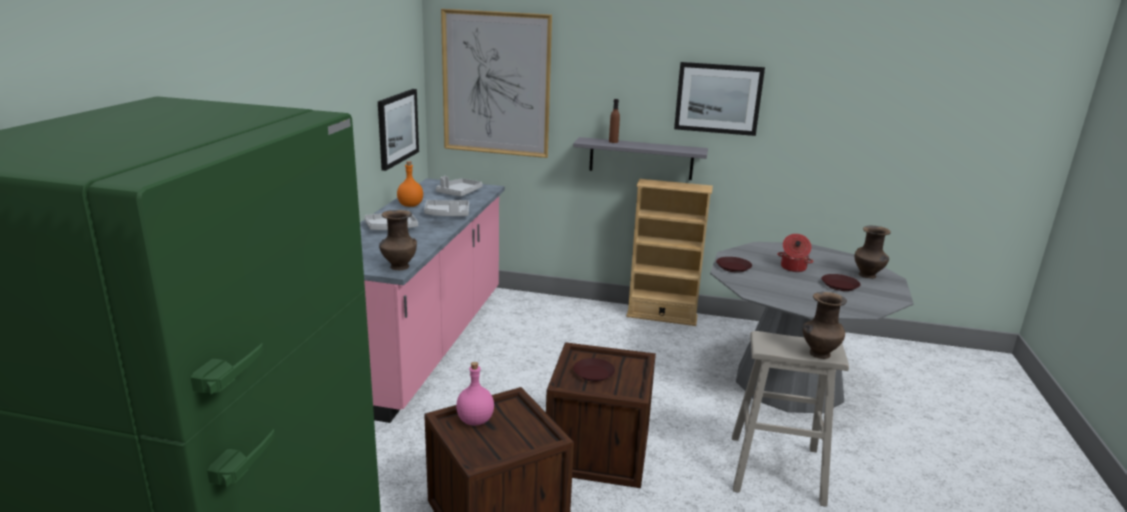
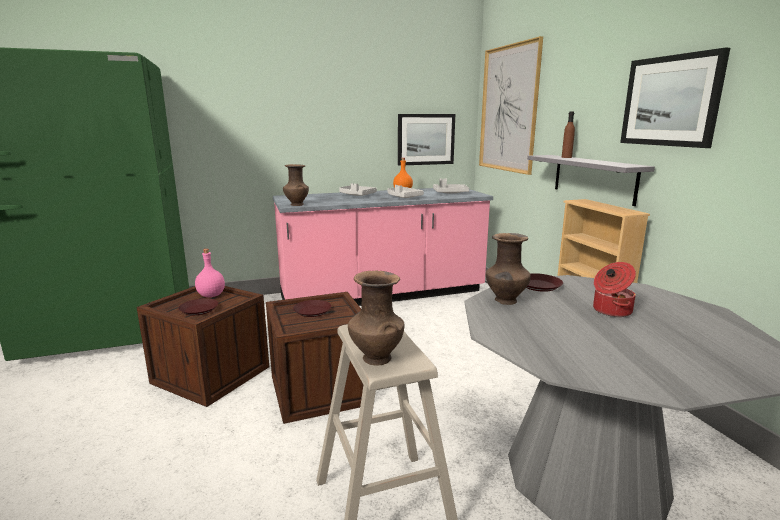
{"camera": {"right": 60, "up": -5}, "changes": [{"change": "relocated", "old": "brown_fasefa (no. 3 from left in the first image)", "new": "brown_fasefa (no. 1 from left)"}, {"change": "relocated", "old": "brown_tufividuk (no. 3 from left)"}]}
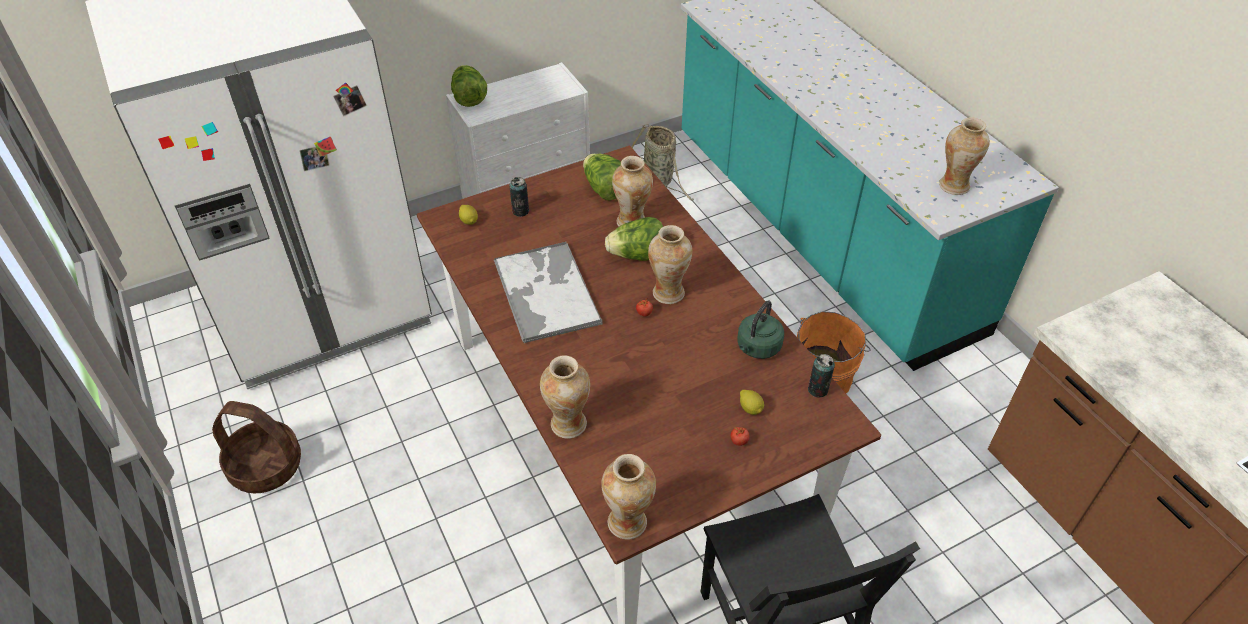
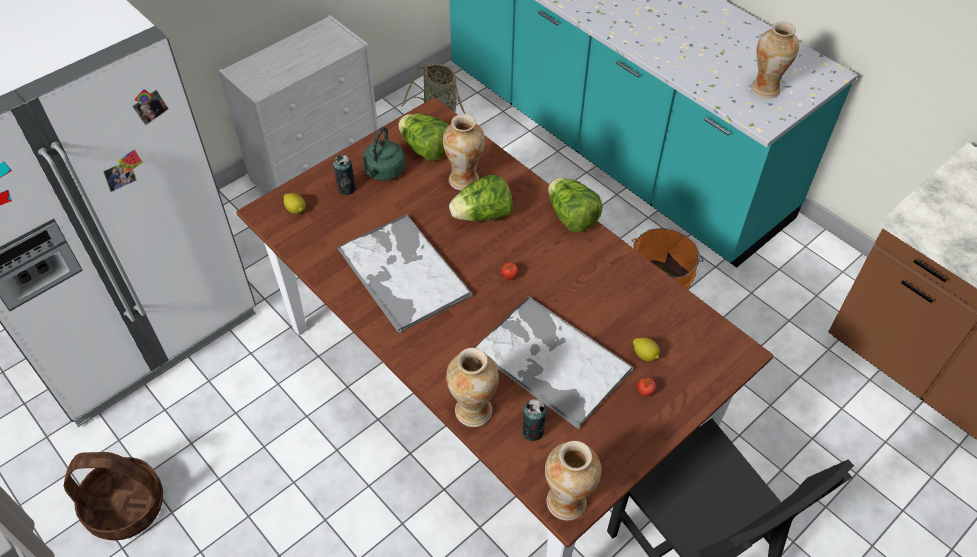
{"camera": {"right": -15, "up": 5}, "changes": [{"change": "relocated", "old": "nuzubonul (no. 1 from left in the first image)", "new": "nuzubonul (no. 3 from left)"}, {"change": "missing", "old": "tufividuk (no. 4 from left)"}, {"change": "relocated", "old": "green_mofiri"}, {"change": "relocated", "old": "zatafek (no. 2 from left)"}, {"change": "appeared", "new": "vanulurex (no. 2 from left)"}]}
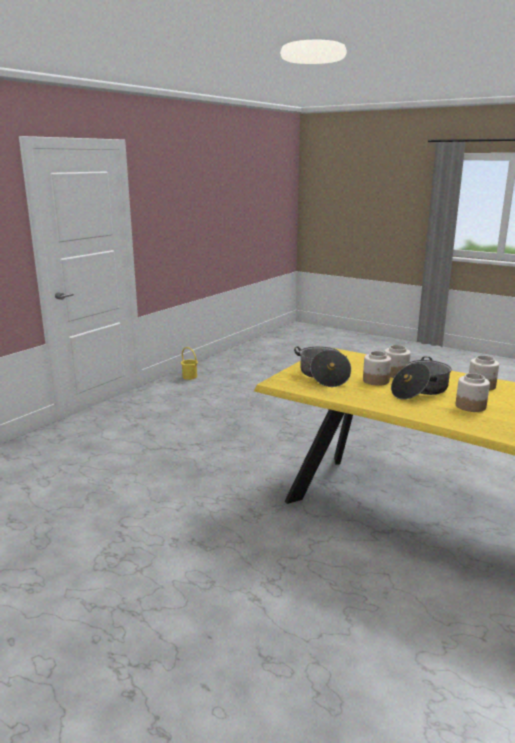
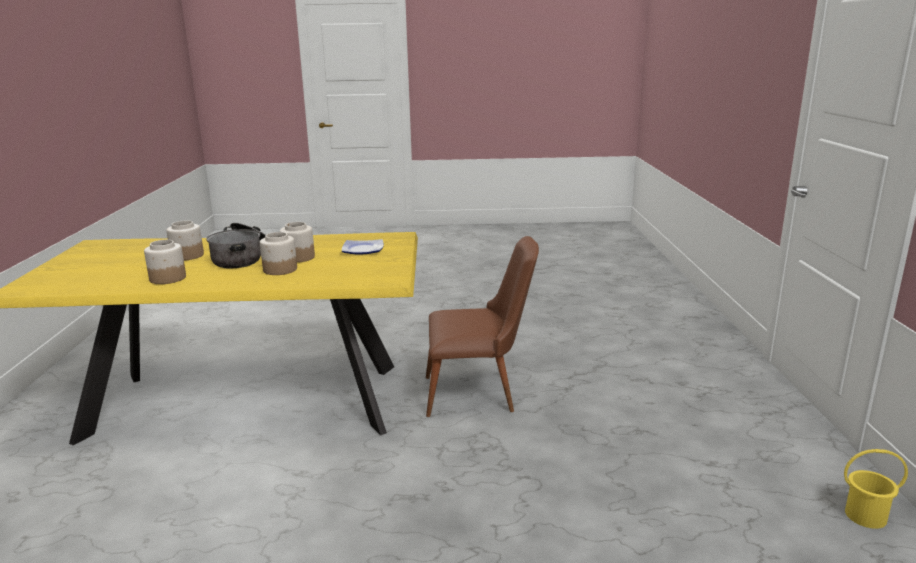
{"camera": {"right": 145, "up": 0}, "changes": [{"change": "exchanged", "old": "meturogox (no. 1 from left)", "new": "fasefa"}, {"change": "appeared", "new": "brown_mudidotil"}]}
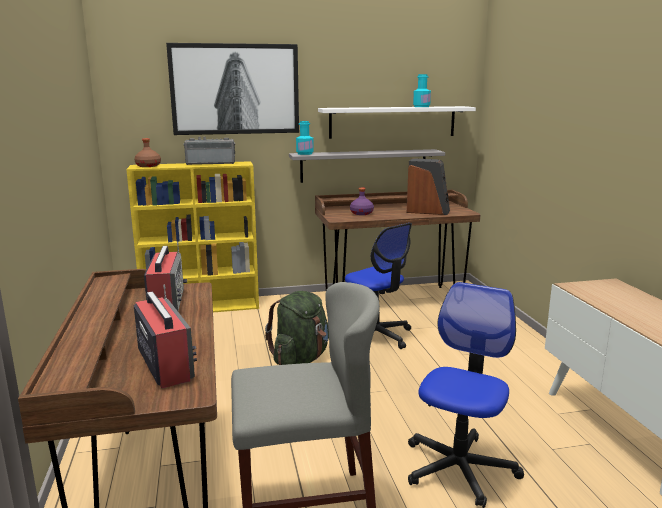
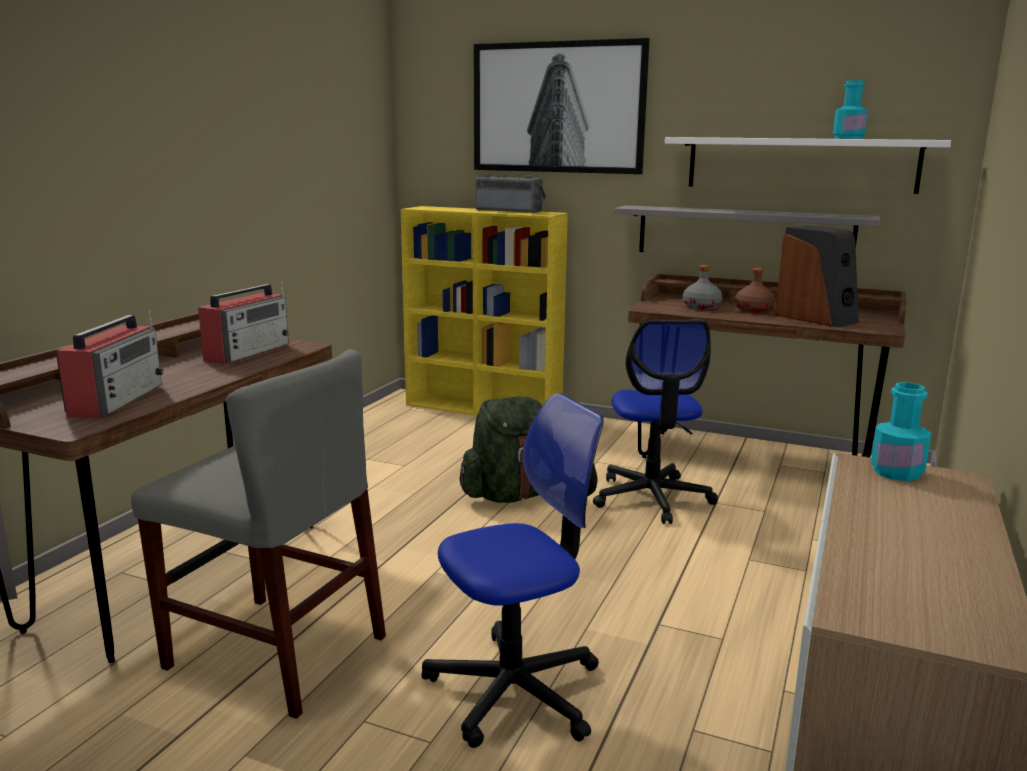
{"camera": {"right": 35, "up": 0}, "changes": [{"change": "relocated", "old": "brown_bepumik"}, {"change": "relocated", "old": "turquoise_bepumik (no. 1 from left in the first image)", "new": "turquoise_bepumik (no. 2 from left)"}, {"change": "colour", "old": "purple_bepumik", "new": "grey_bepumik"}]}
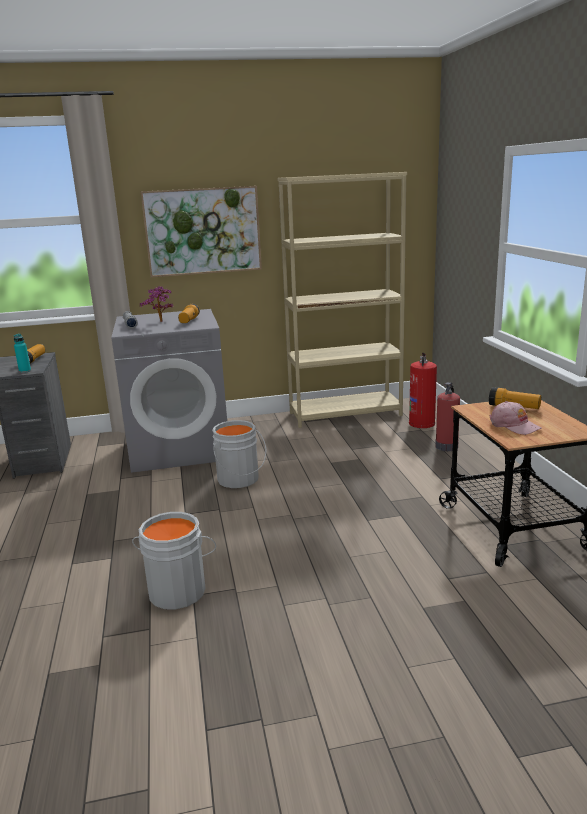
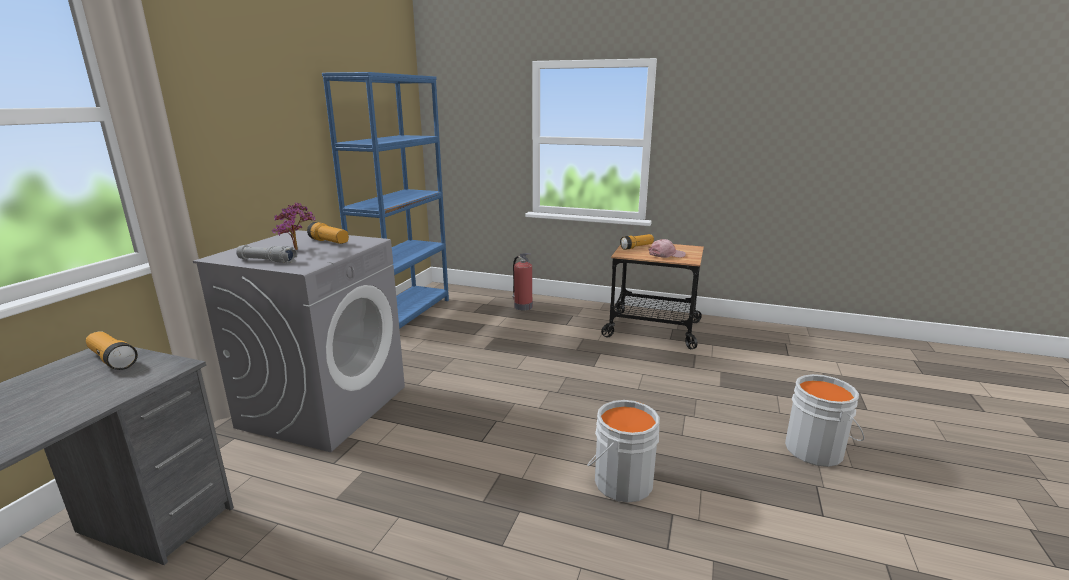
{"camera": {"right": -60, "up": 0}, "changes": [{"change": "missing", "old": "turquoise_bepumik"}, {"change": "missing", "old": "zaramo"}, {"change": "relocated", "old": "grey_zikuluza (no. 2 from left)"}, {"change": "colour", "old": "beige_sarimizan", "new": "blue_sarimizan"}, {"change": "missing", "old": "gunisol (no. 1 from left)"}]}
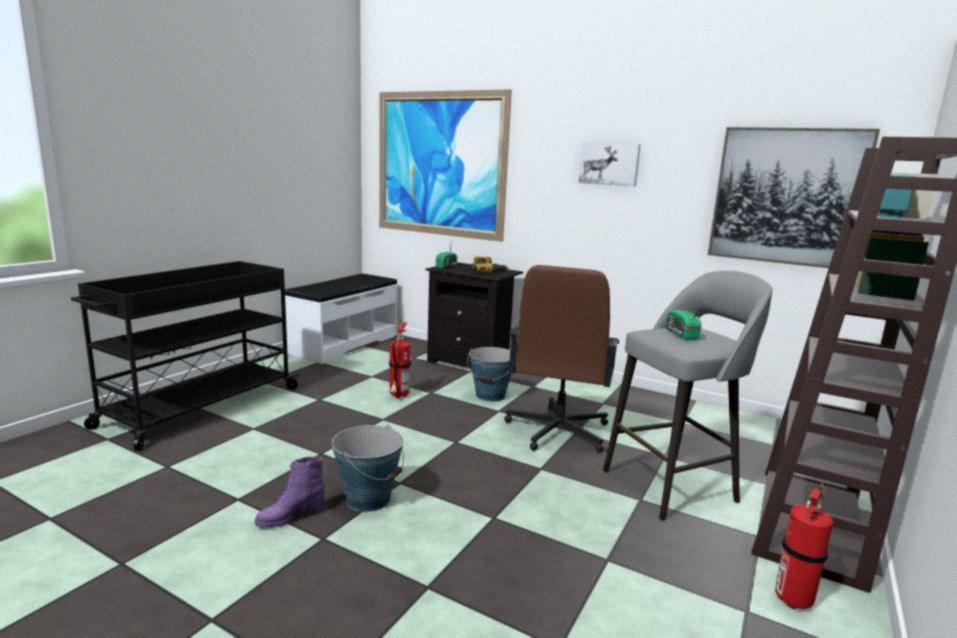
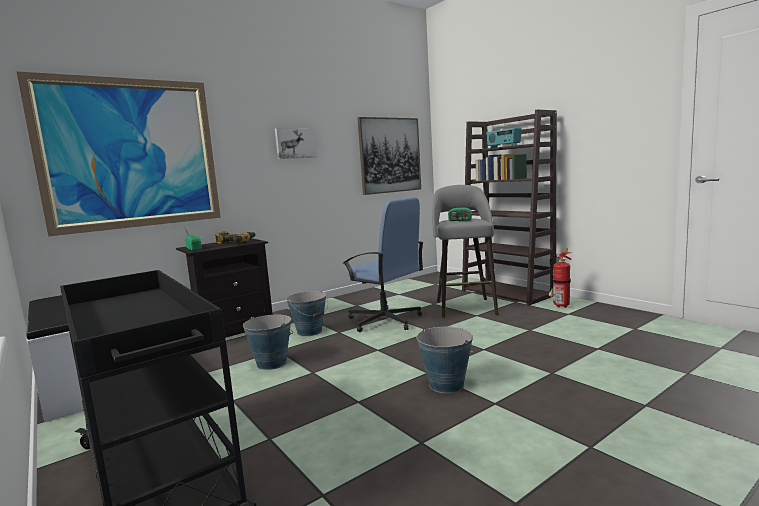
{"camera": {"right": -65, "up": -5}, "changes": [{"change": "missing", "old": "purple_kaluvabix"}, {"change": "exchanged", "old": "gunisol (no. 1 from left)", "new": "zikuluza (no. 1 from left)"}, {"change": "colour", "old": "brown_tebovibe", "new": "blue_tebovibe"}]}
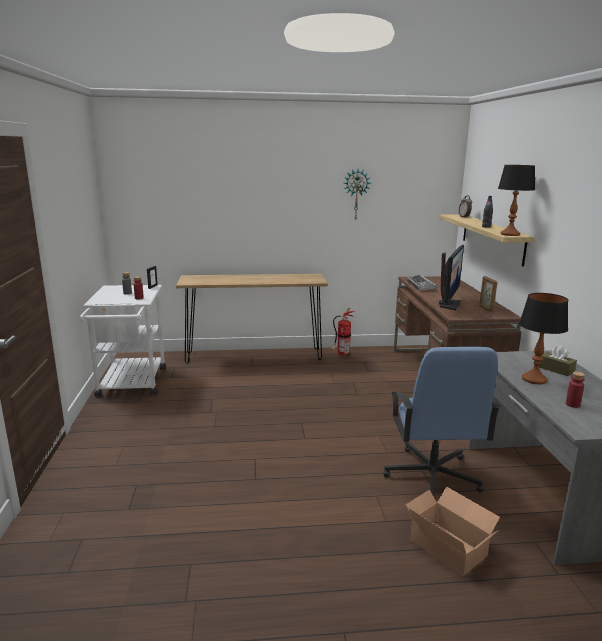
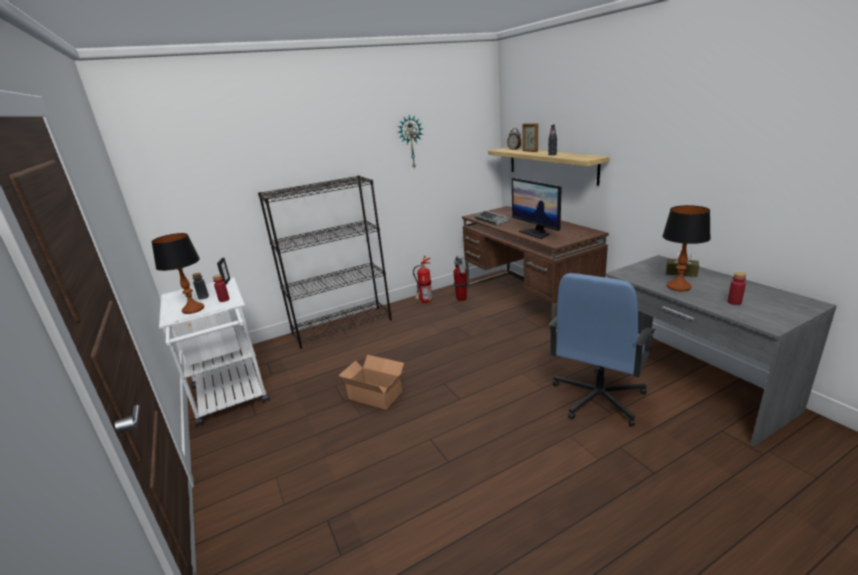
{"camera": {"right": -20, "up": 5}, "changes": [{"change": "exchanged", "old": "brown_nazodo", "new": "black_sarimizan"}, {"change": "spun", "old": "blue_tebovibe", "degrees": 60}, {"change": "relocated", "old": "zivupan"}, {"change": "spun", "old": "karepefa", "degrees": 150}, {"change": "relocated", "old": "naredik (no. 2 from left)"}, {"change": "relocated", "old": "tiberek (no. 1 from left)"}, {"change": "appeared", "new": "gunisol (no. 2 from left)"}]}
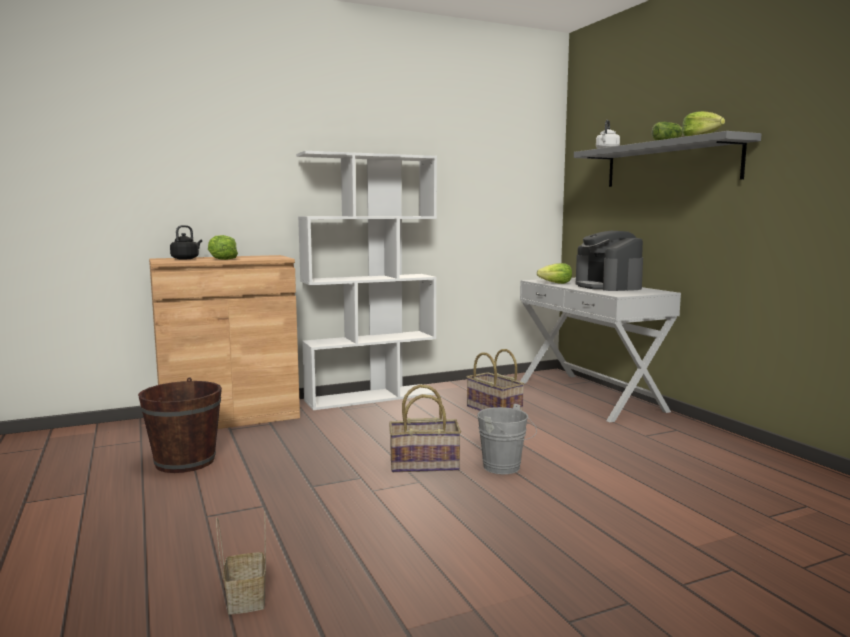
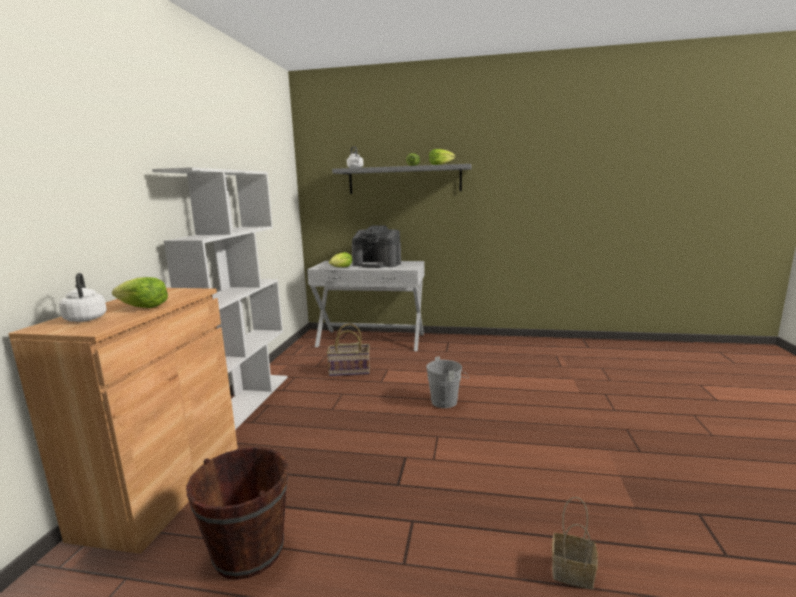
{"camera": {"right": -55, "up": 5}, "changes": [{"change": "colour", "old": "black_mofiri", "new": "white_mofiri (no. 1 from left)"}, {"change": "missing", "old": "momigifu (no. 2 from left)"}]}
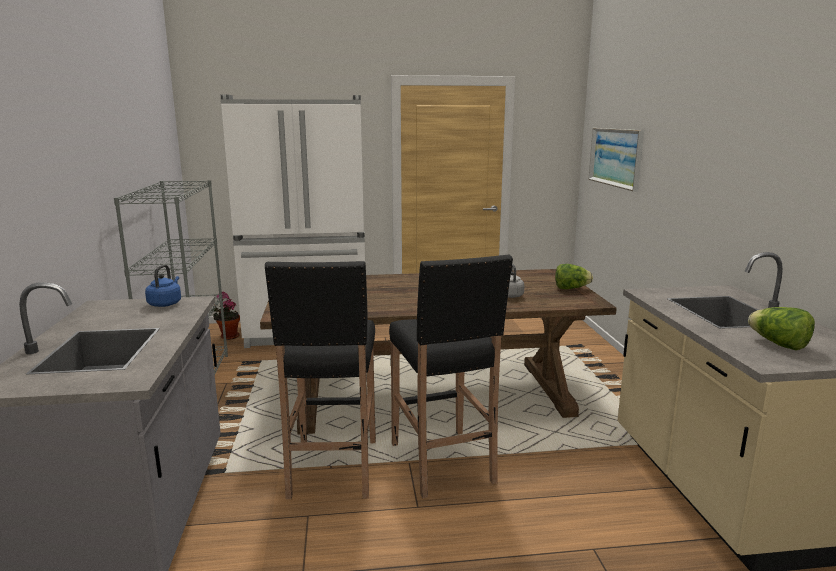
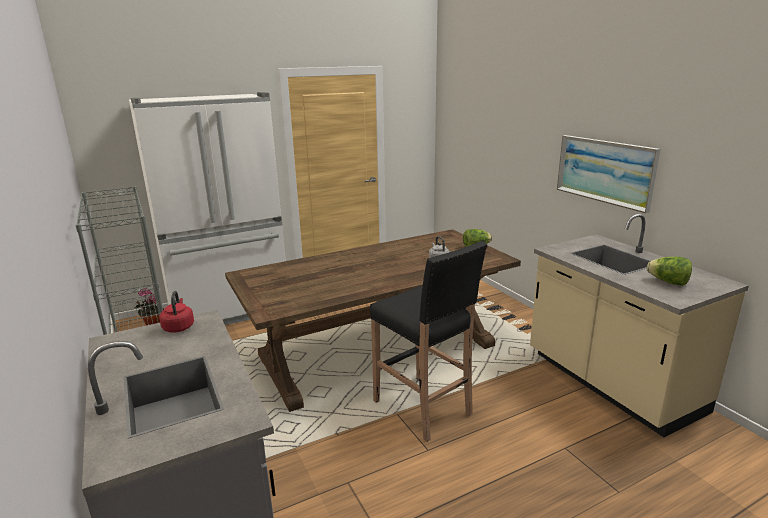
{"camera": {"right": -20, "up": 5}, "changes": [{"change": "colour", "old": "blue_mofiri", "new": "red_mofiri"}, {"change": "missing", "old": "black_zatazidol (no. 1 from left)"}, {"change": "relocated", "old": "zaramo"}]}
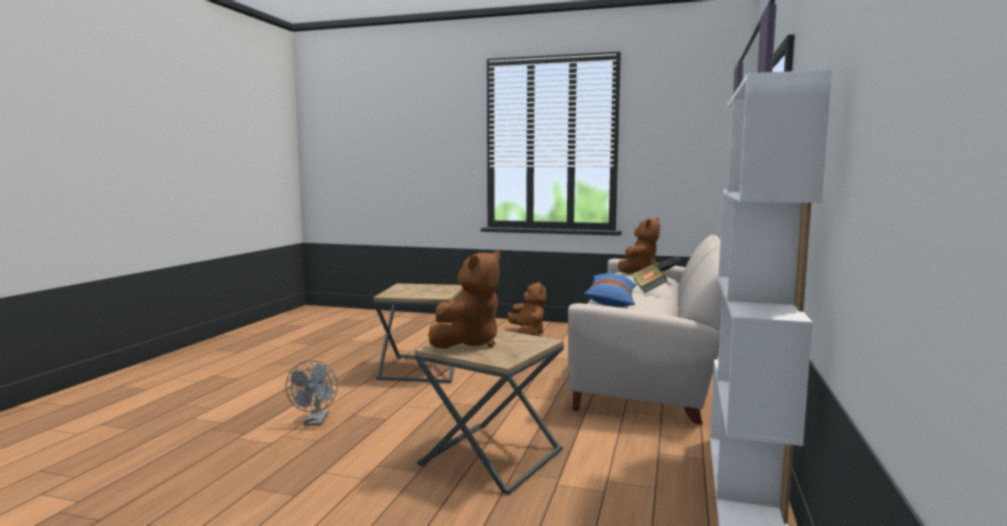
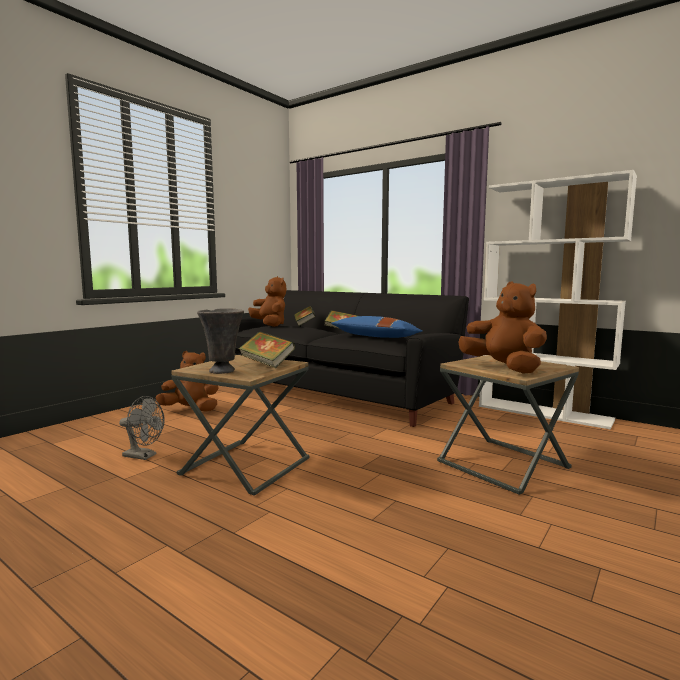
{"camera": {"right": -70, "up": 0}, "changes": [{"change": "relocated", "old": "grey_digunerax"}, {"change": "colour", "old": "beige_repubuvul", "new": "black_repubuvul"}, {"change": "appeared", "new": "grey_tufividuk"}, {"change": "appeared", "new": "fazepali (no. 1 from left)"}]}
